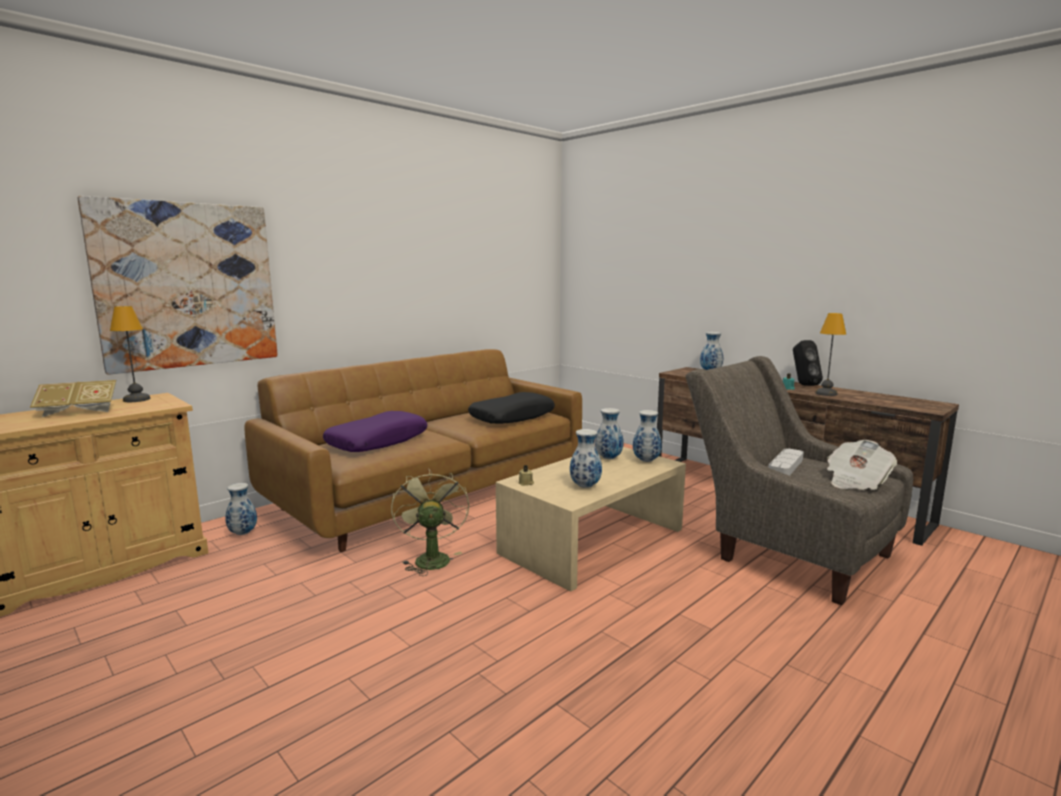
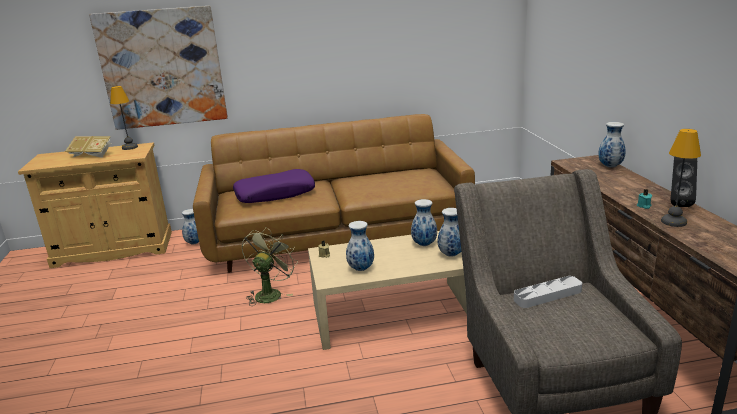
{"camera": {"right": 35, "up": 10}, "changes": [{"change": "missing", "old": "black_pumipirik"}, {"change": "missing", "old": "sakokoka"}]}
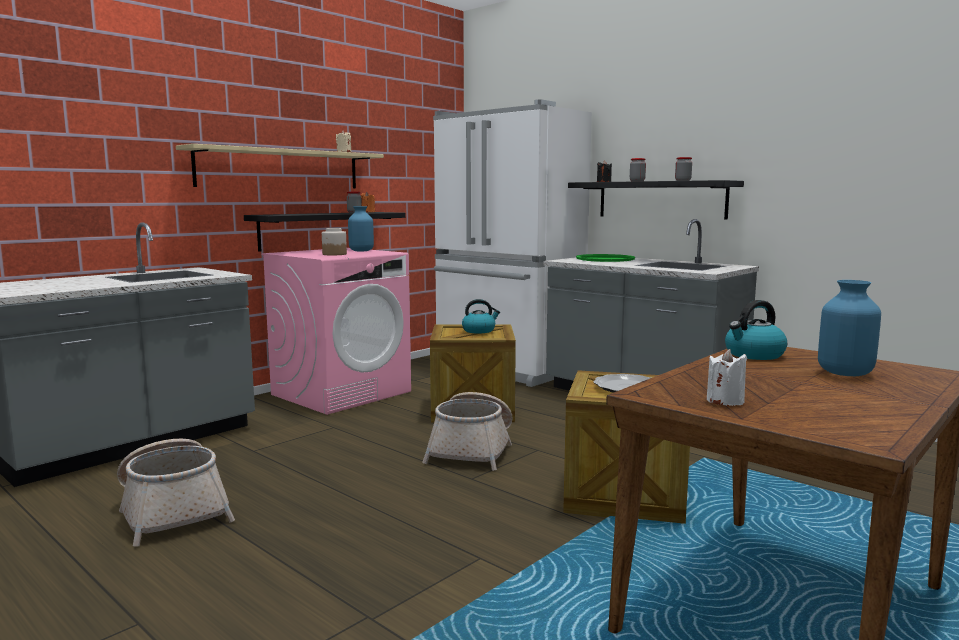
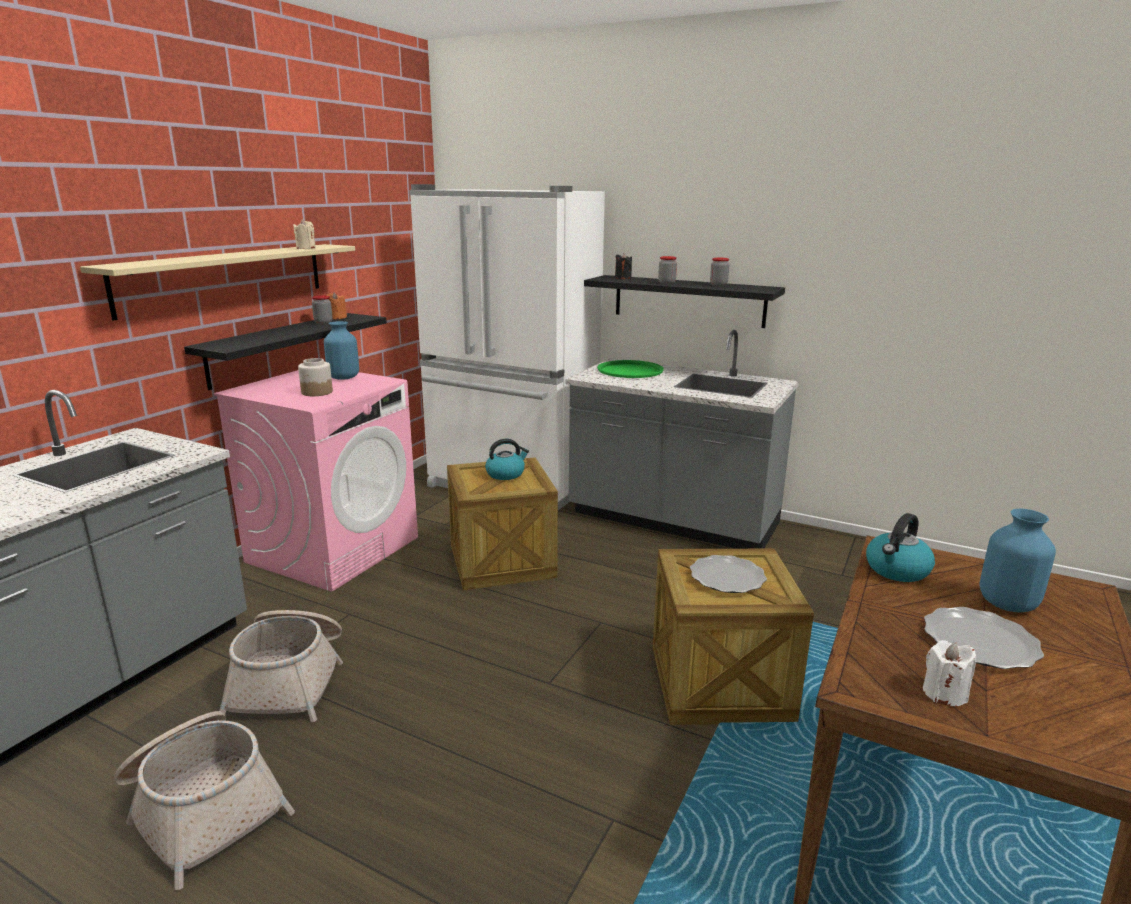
{"camera": {"right": -15, "up": 10}, "changes": [{"change": "relocated", "old": "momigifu (no. 2 from left)"}, {"change": "appeared", "new": "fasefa (no. 2 from left)"}]}
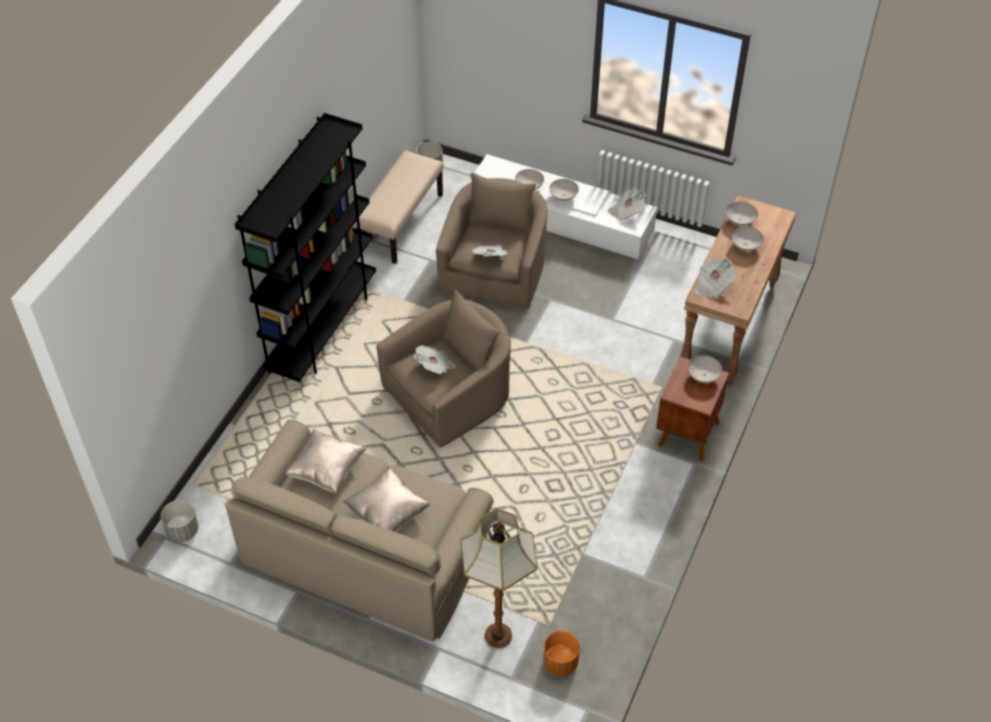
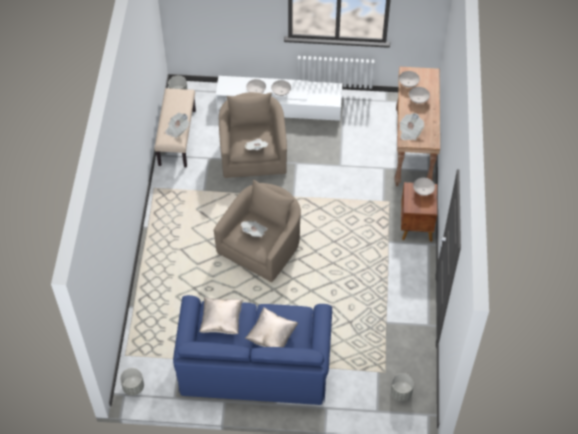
{"camera": {"right": -20, "up": 5}, "changes": [{"change": "colour", "old": "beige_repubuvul", "new": "blue_repubuvul"}, {"change": "missing", "old": "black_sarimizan"}, {"change": "missing", "old": "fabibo"}, {"change": "colour", "old": "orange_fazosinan", "new": "grey_fazosinan (no. 3 from left)"}, {"change": "relocated", "old": "sakokoka (no. 3 from left in the first image)", "new": "sakokoka (no. 1 from left)"}]}
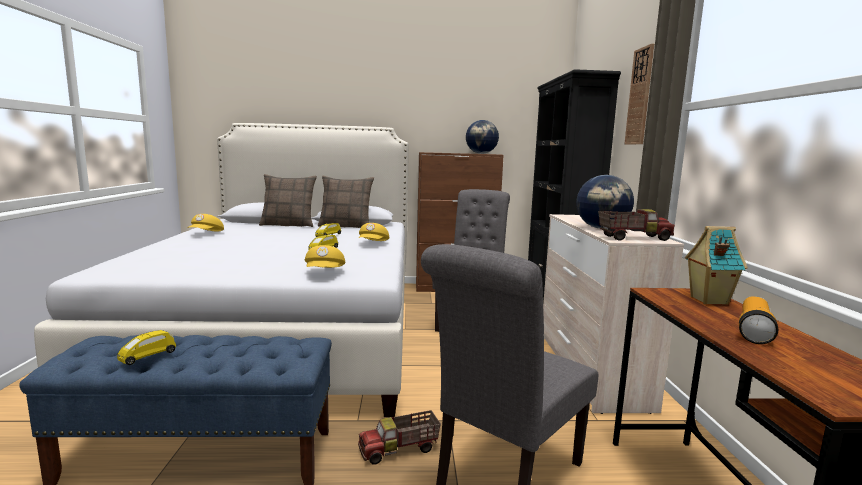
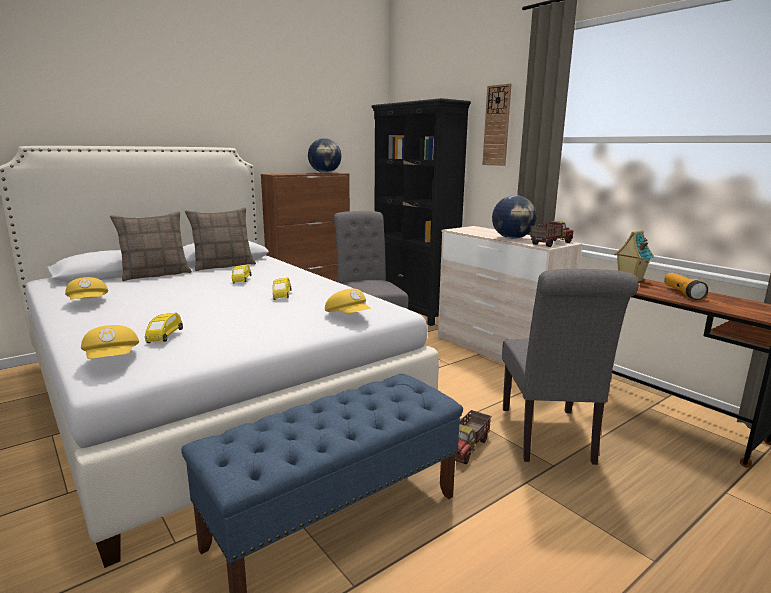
{"camera": {"right": -35, "up": 5}, "changes": [{"change": "relocated", "old": "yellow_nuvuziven (no. 1 from left)"}, {"change": "relocated", "old": "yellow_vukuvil (no. 3 from left in the first image)", "new": "yellow_vukuvil (no. 2 from left)"}]}
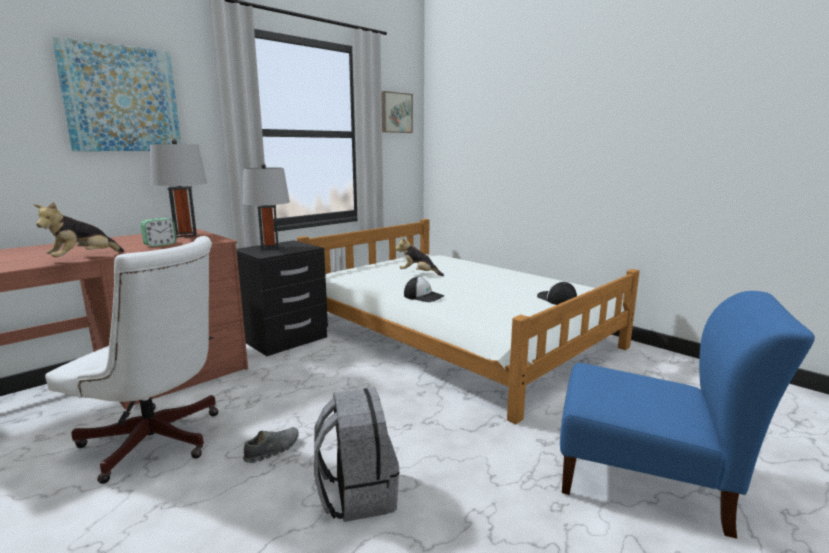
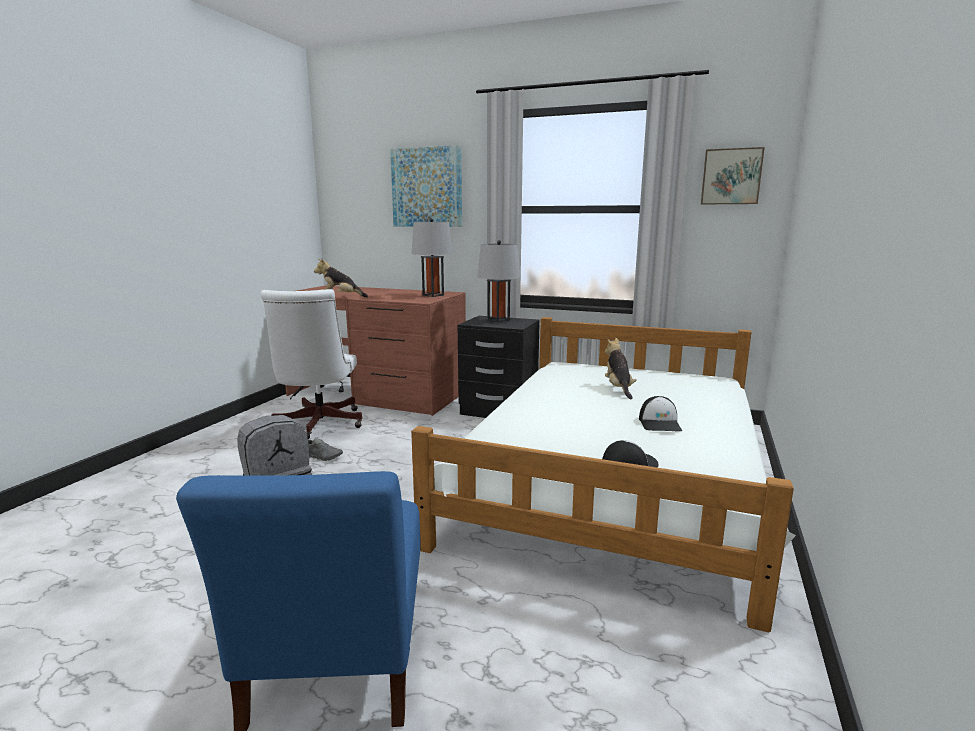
{"camera": {"right": 65, "up": 0}, "changes": [{"change": "missing", "old": "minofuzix"}, {"change": "relocated", "old": "vukuvil (no. 1 from left in the first image)", "new": "vukuvil (no. 2 from left)"}]}
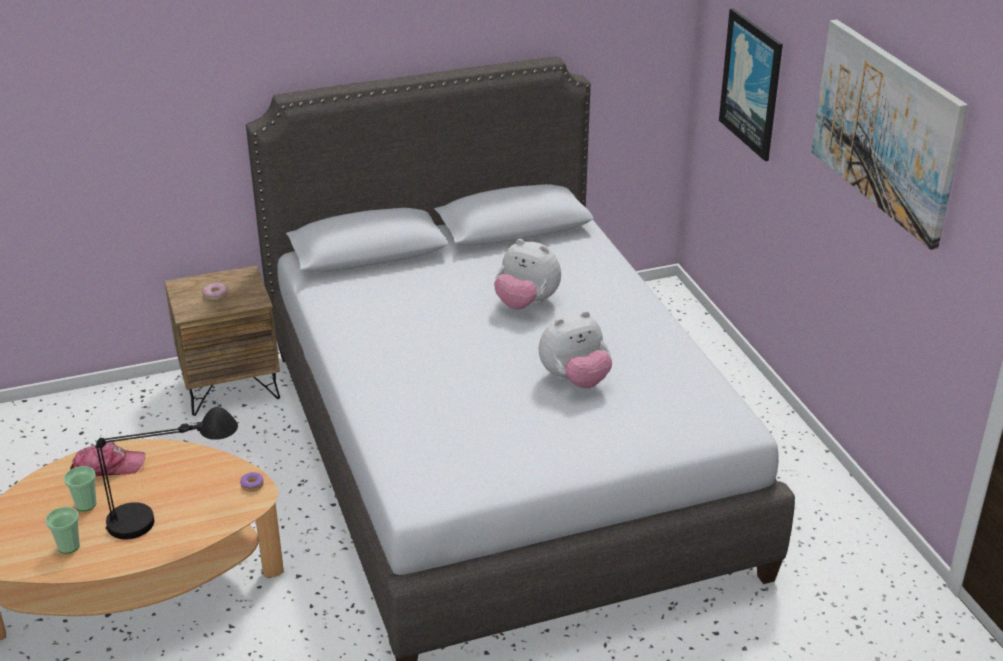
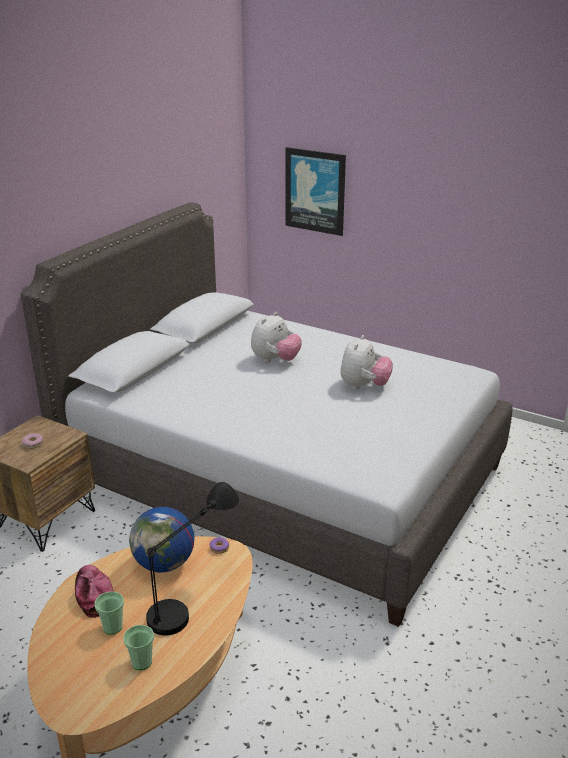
{"camera": {"right": -40, "up": -5}, "changes": [{"change": "spun", "old": "vukuvil", "degrees": -60}, {"change": "spun", "old": "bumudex (no. 1 from left)", "degrees": -45}, {"change": "missing", "old": "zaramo (no. 2 from left)"}, {"change": "appeared", "new": "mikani"}]}
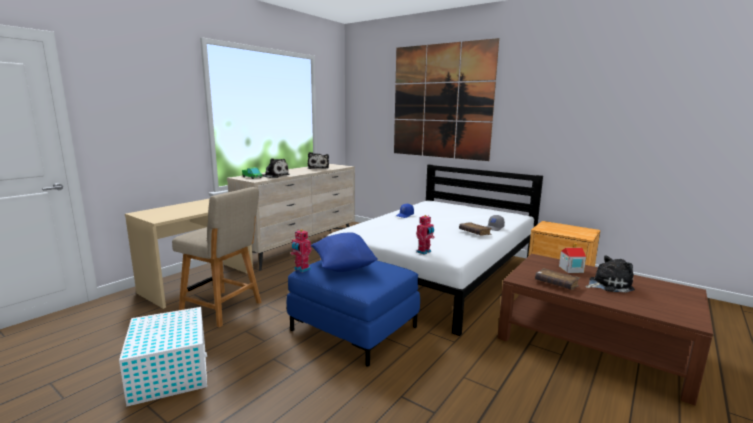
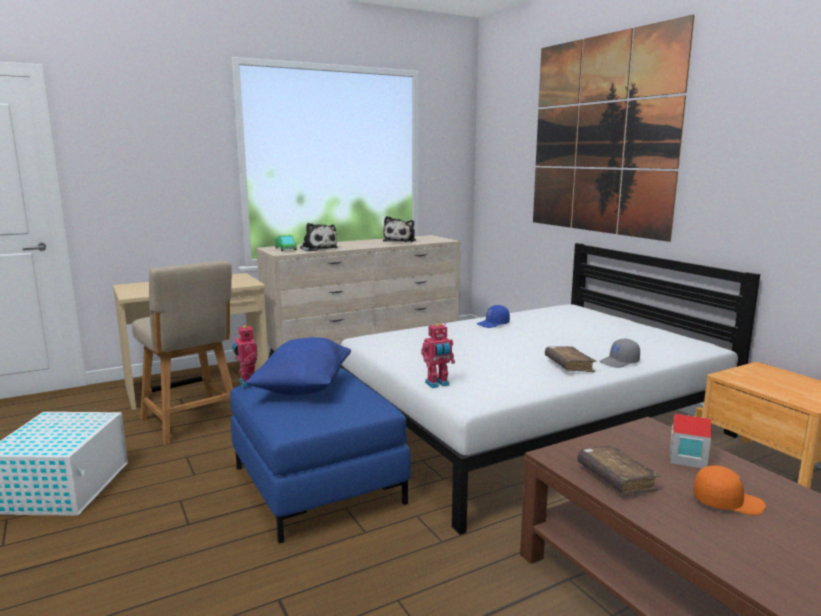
{"camera": {"right": 25, "up": 0}, "changes": [{"change": "exchanged", "old": "bumudex (no. 3 from left)", "new": "orange_vukuvil"}]}
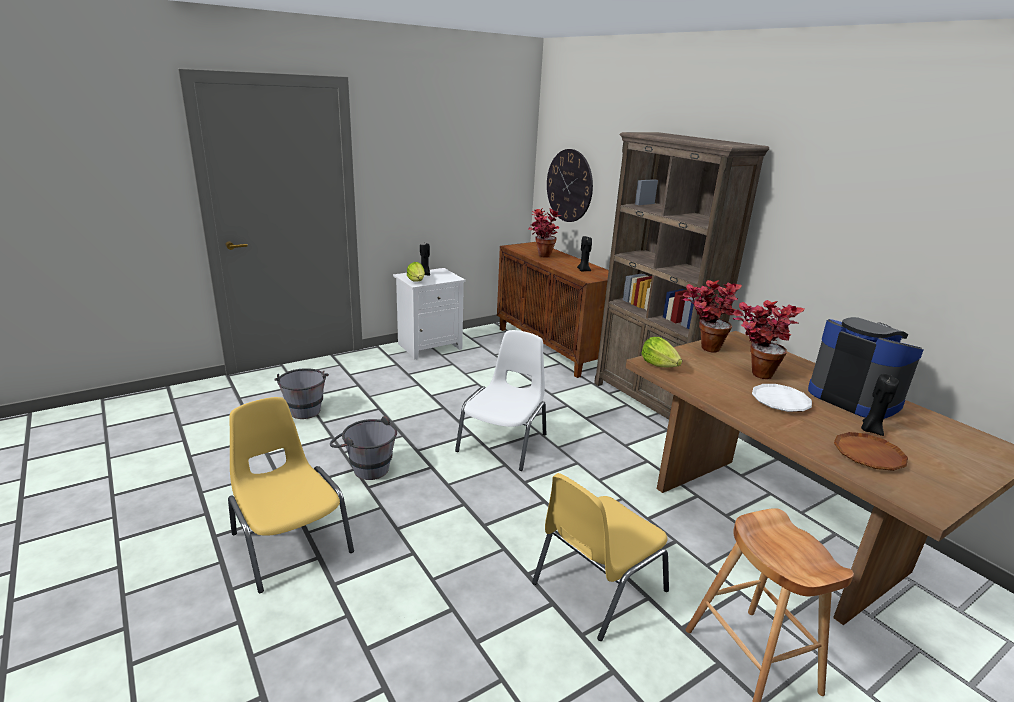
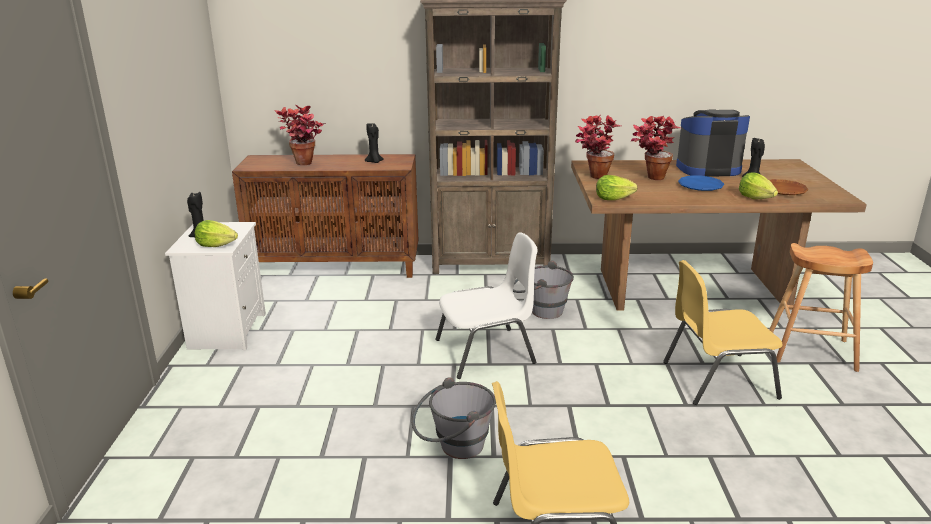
{"camera": {"right": -55, "up": 0}, "changes": [{"change": "relocated", "old": "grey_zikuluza (no. 1 from left in the first image)", "new": "grey_zikuluza (no. 2 from left)"}, {"change": "spun", "old": "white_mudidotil", "degrees": 105}, {"change": "spun", "old": "yellow_mudidotil (no. 2 from left)", "degrees": 90}, {"change": "missing", "old": "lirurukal"}, {"change": "colour", "old": "white_fasefa", "new": "blue_fasefa"}, {"change": "appeared", "new": "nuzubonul (no. 3 from left)"}]}
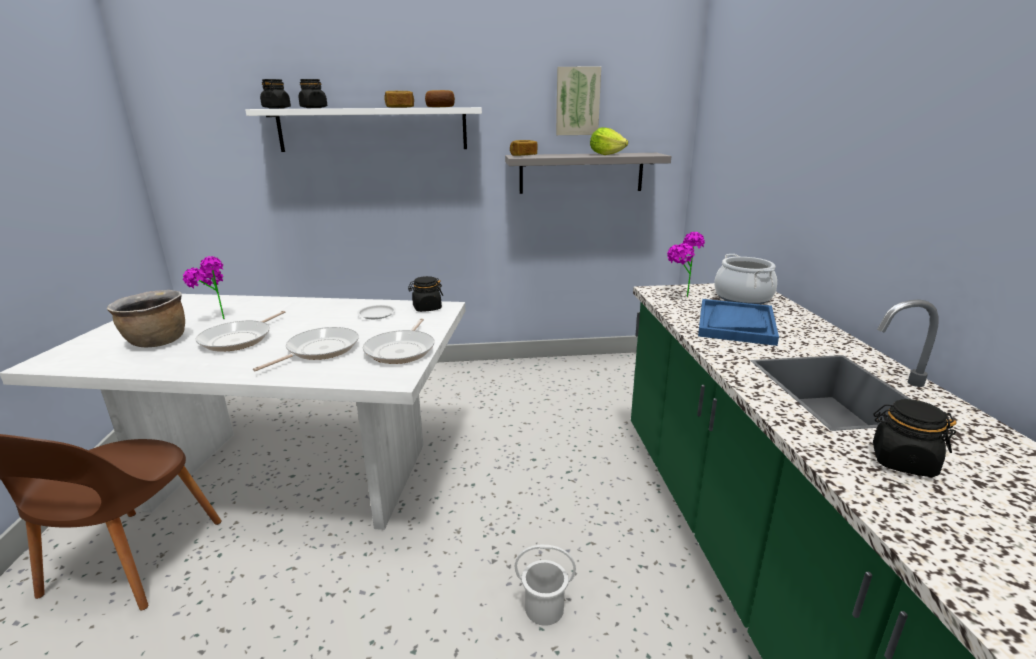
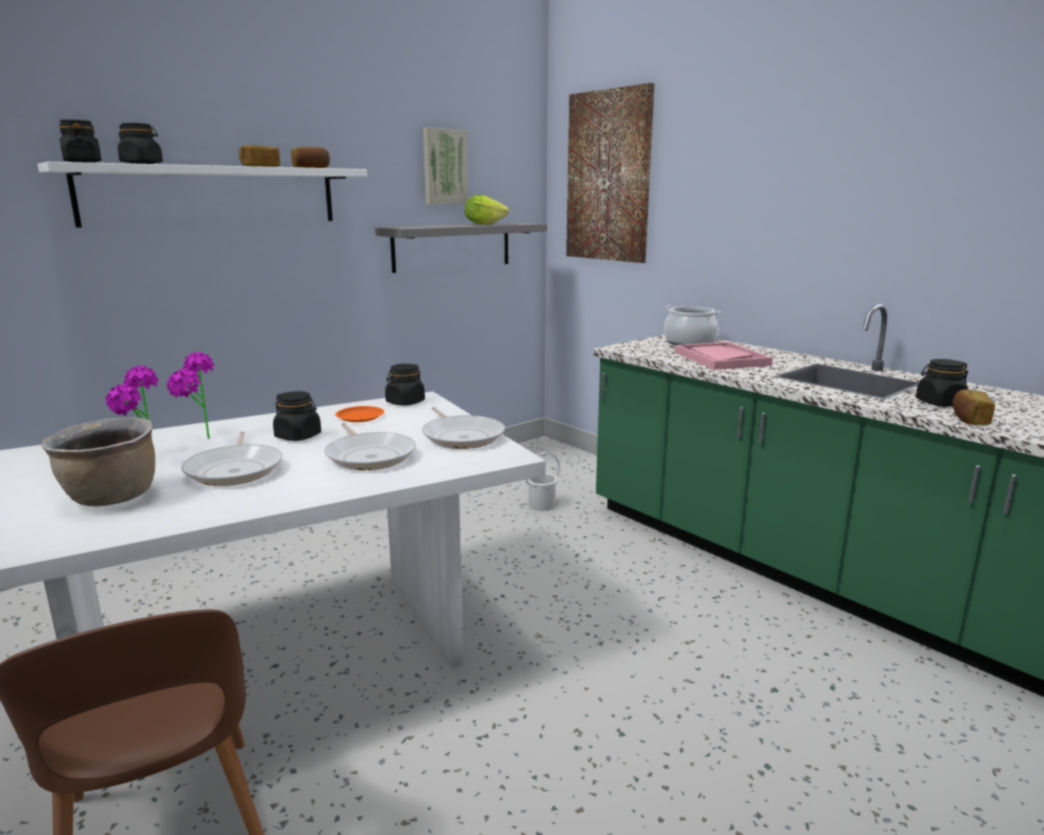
{"camera": {"right": -35, "up": -5}, "changes": [{"change": "spun", "old": "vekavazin (no. 2 from left)", "degrees": 150}, {"change": "colour", "old": "white_fasefa", "new": "orange_fasefa"}, {"change": "relocated", "old": "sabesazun (no. 3 from left)"}, {"change": "relocated", "old": "white_zikuluza"}, {"change": "relocated", "old": "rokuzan (no. 2 from left)"}, {"change": "colour", "old": "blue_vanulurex", "new": "pink_vanulurex"}, {"change": "appeared", "new": "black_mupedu (no. 3 from left)"}, {"change": "appeared", "new": "zaramo (no. 2 from left)"}]}
